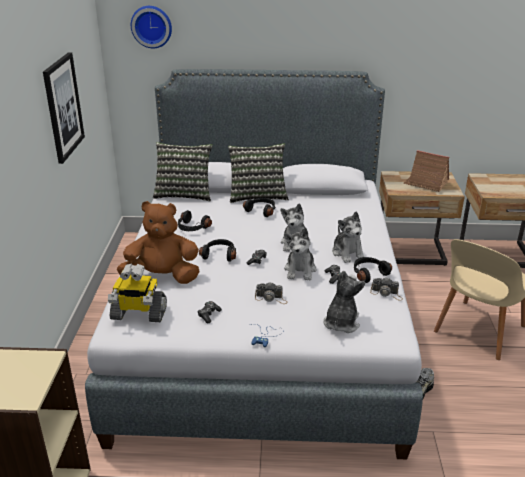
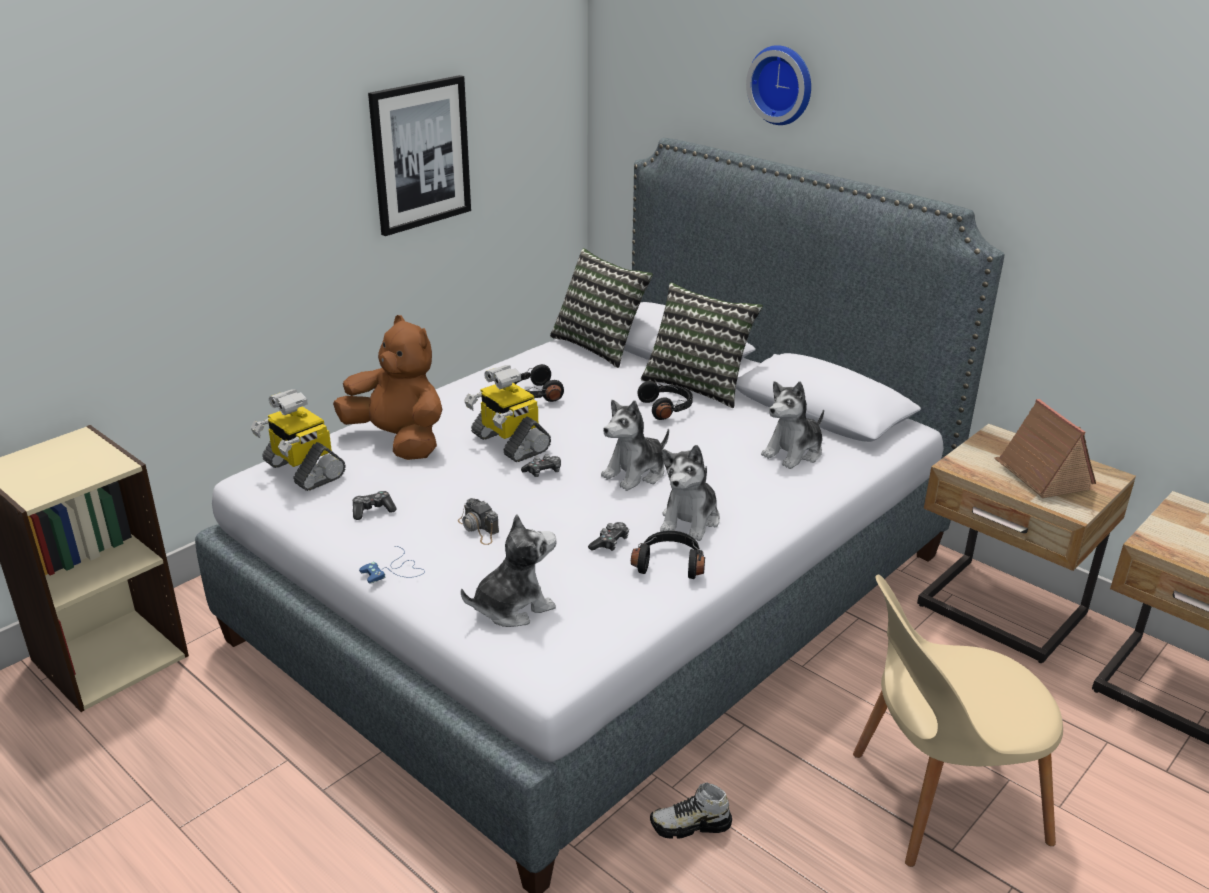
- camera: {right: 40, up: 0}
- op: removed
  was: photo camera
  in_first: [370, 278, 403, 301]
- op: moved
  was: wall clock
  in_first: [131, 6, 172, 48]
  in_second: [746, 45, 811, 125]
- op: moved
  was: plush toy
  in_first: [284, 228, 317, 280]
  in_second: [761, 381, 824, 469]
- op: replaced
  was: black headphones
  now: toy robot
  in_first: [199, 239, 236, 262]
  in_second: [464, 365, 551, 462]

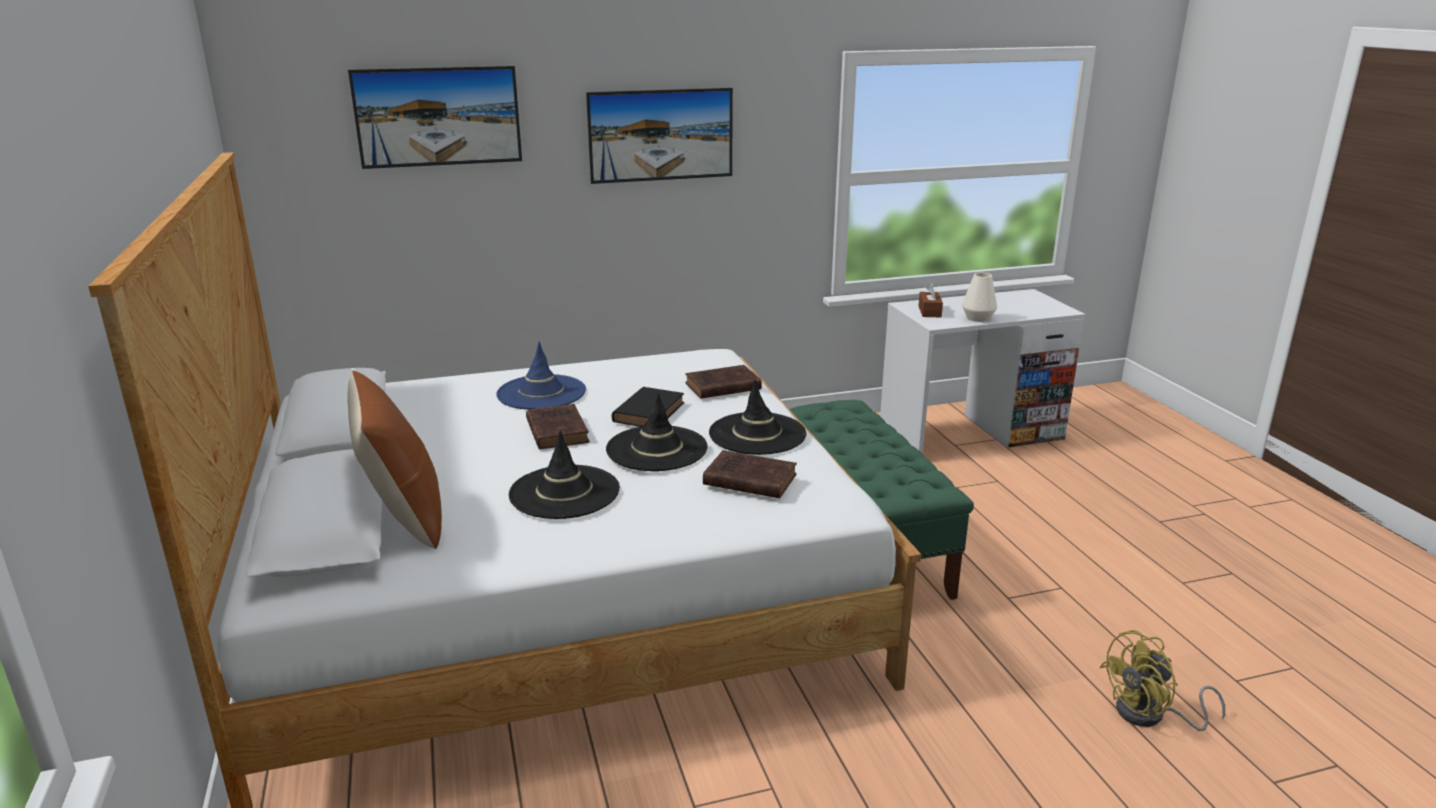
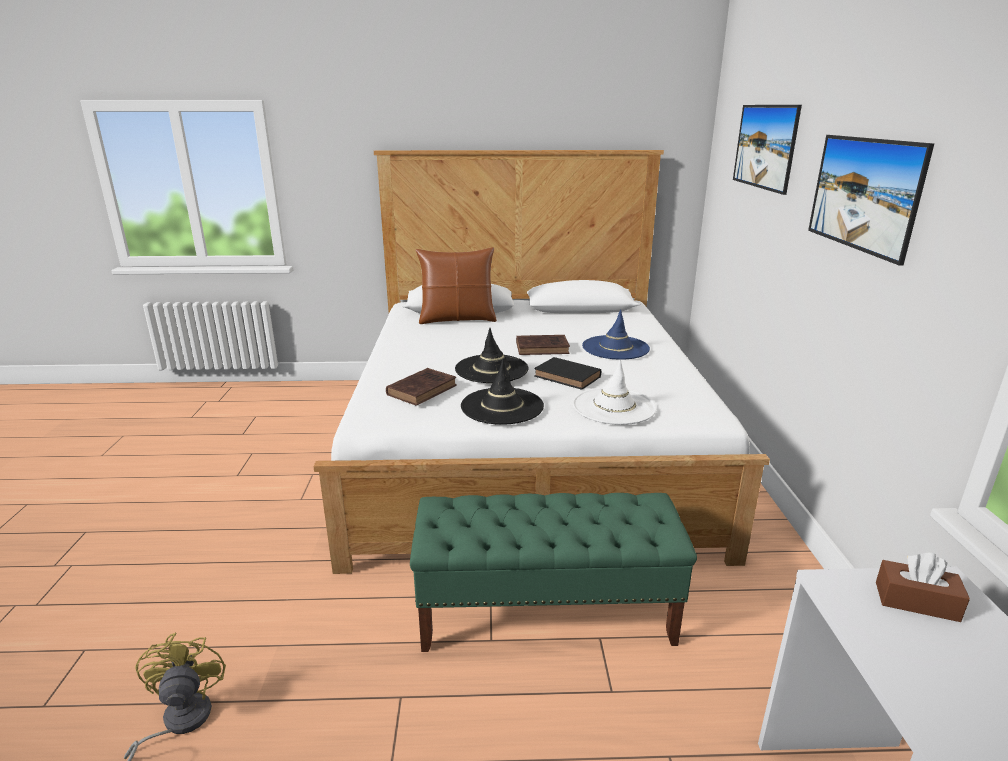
- camera: {right: 105, up: 0}
- op: removed
  was: black hat
  in_first: [509, 430, 620, 519]
- op: removed
  was: white vase
  in_first: [962, 273, 997, 322]
- op: replaced
  was: brown book
  now: white hat
  in_first: [685, 365, 762, 399]
  in_second: [573, 360, 657, 425]

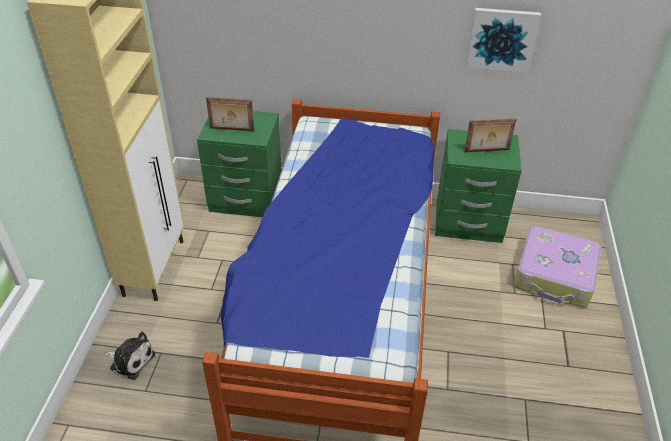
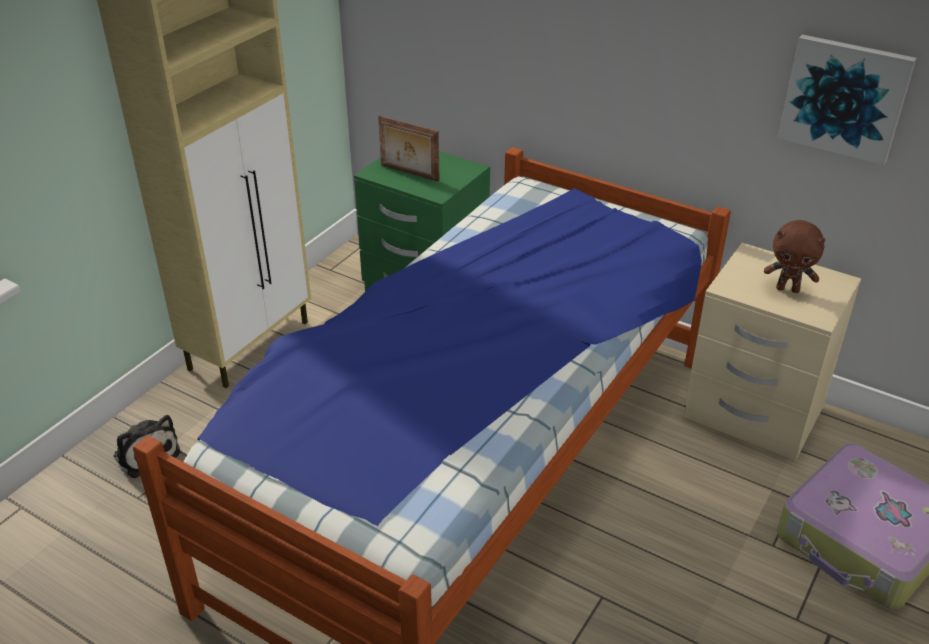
- camera: {right: 25, up: -5}
- op: replaced
  was: picture frame
  now: brown plush toy
  in_first: [464, 118, 516, 152]
  in_second: [764, 220, 826, 293]
- op: recoloured
  was: green nightstand
  now: beige nightstand
  in_first: [435, 129, 522, 243]
  in_second: [684, 243, 861, 461]

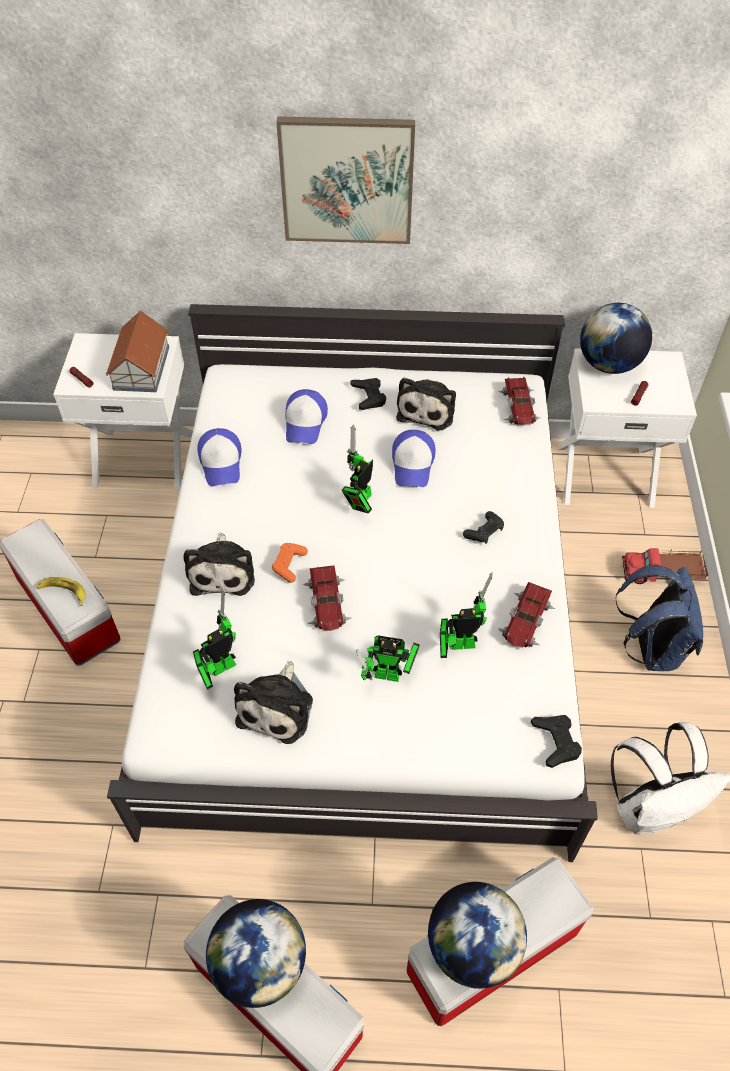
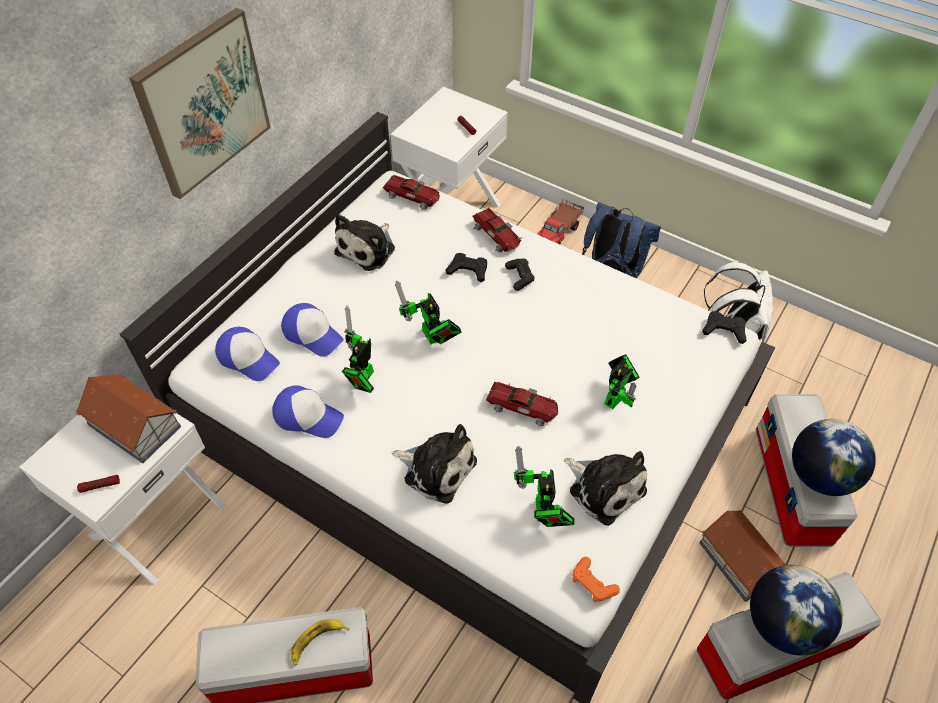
- camera: {right: -60, up: 0}
- op: removed
  was: globe
  in_first: [580, 303, 652, 374]
- op: added
  now: toy house
  in_second: [699, 510, 786, 602]
- op: moved
  was: orange game controller
  in_first: [272, 543, 308, 583]
  in_second: [572, 557, 620, 602]
- op: moved
  was: black game controller
  in_first: [351, 378, 386, 410]
  in_second: [445, 253, 487, 282]
- op: moved
  was: cap
  in_first: [392, 430, 436, 487]
  in_second: [215, 327, 280, 381]
- op: moved
  was: toy robot
  in_first: [440, 573, 493, 658]
  in_second: [342, 306, 374, 393]
- op: moved
  was: toy car
  in_first: [497, 582, 555, 648]
  in_second: [472, 208, 522, 253]
- op: turned
  was: plush toy
  in_first: [396, 377, 456, 430]
  in_second: [334, 214, 395, 271]
  clockwise: 75

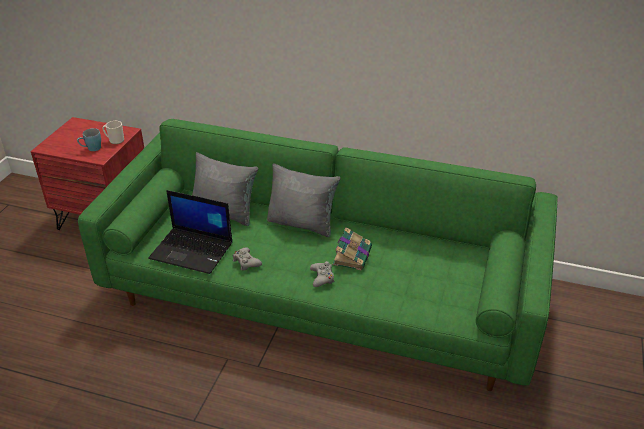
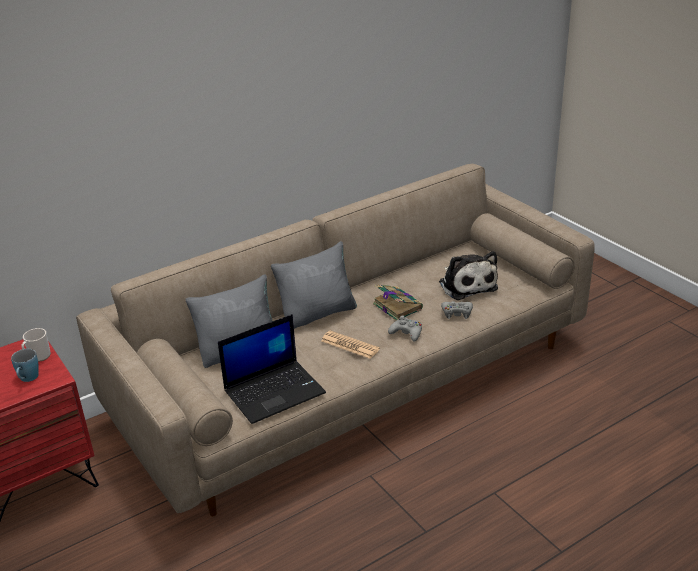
- camera: {right: -50, up: -5}
- op: added
  now: newspaper
  in_second: [321, 330, 380, 359]
- op: added
  now: plush toy
  in_second: [439, 251, 498, 300]
- op: moved
  was: grey game controller
  in_first: [233, 247, 262, 270]
  in_second: [441, 301, 473, 319]
- op: recoloured
  was: green sofa
  now: beige sofa
  in_first: [78, 119, 558, 391]
  in_second: [76, 164, 595, 516]

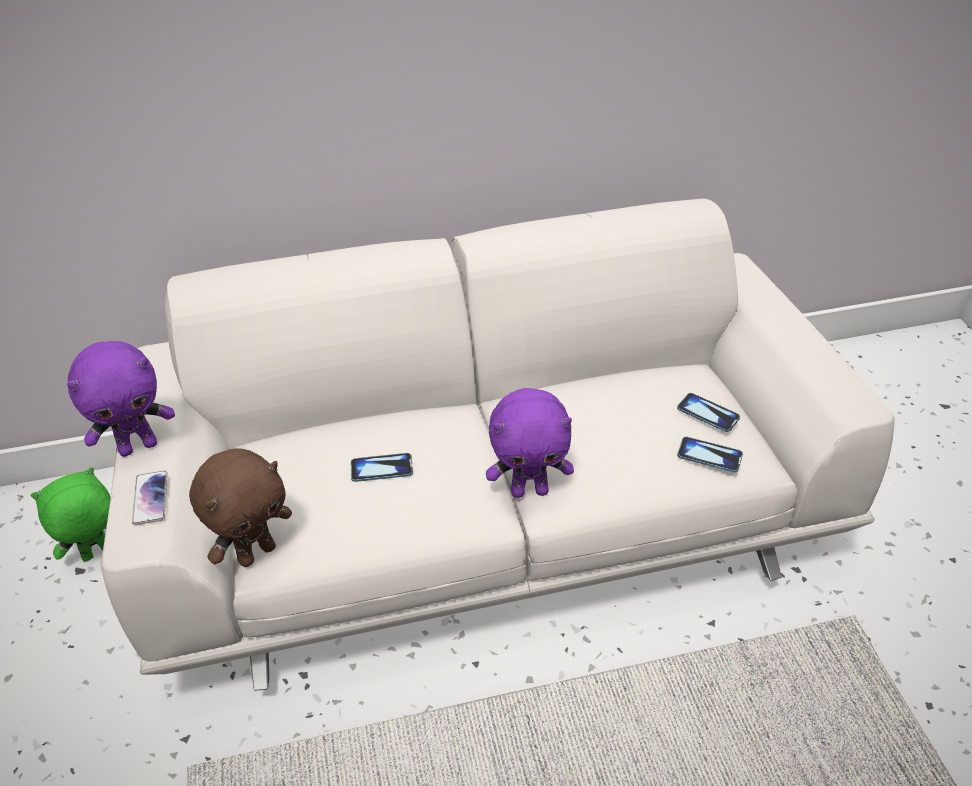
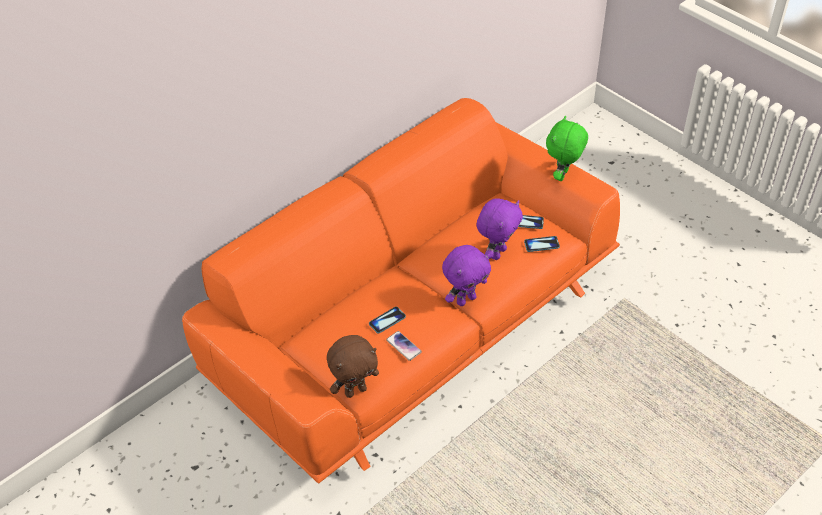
- camera: {right: -30, up: 5}
- op: moved
  was: green plush toy
  in_first: [30, 467, 111, 562]
  in_second: [546, 116, 588, 181]
- op: moved
  was: purple plush toy
  in_first: [67, 341, 175, 457]
  in_second: [476, 198, 523, 260]
- op: moved
  was: phone
  in_first: [132, 471, 167, 525]
  in_second: [386, 331, 422, 361]
- op: recoloured
  was: white sofa
  now: orange sofa
  in_first: [101, 199, 895, 691]
  in_second: [182, 98, 620, 483]
- op: turned
  was: brown plush toy
  in_first: [189, 448, 292, 567]
  in_second: [327, 335, 379, 398]
  clockwise: 45

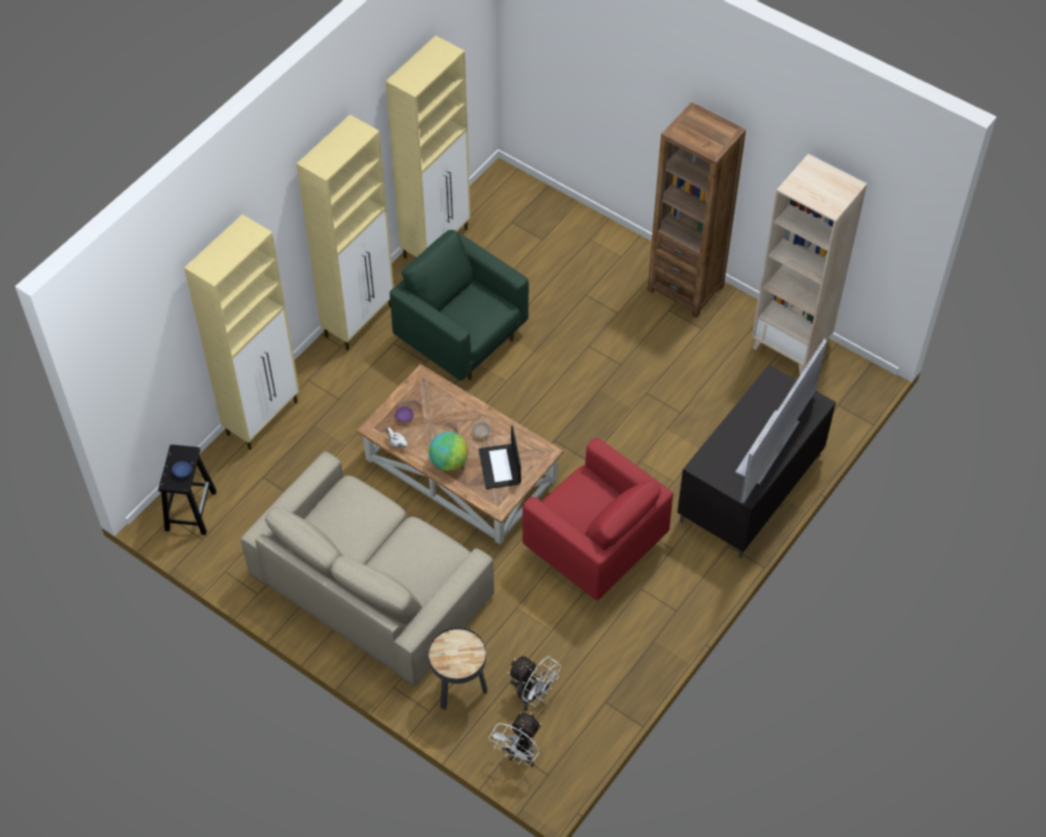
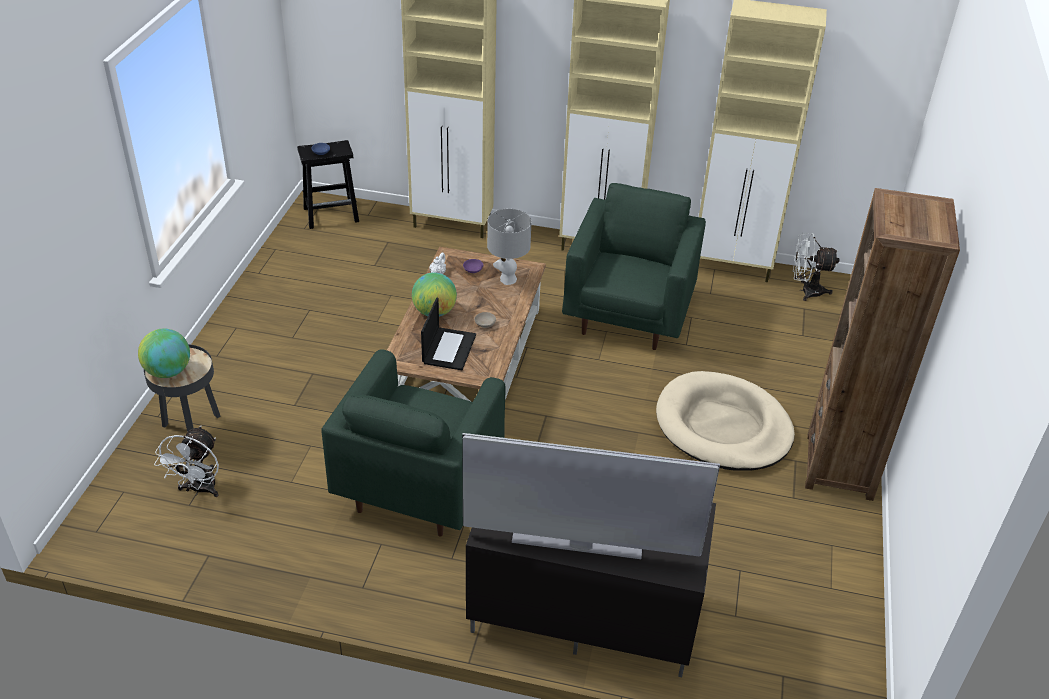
- camera: {right: 65, up: -15}
- op: removed
  was: beige sofa
  in_first: [240, 451, 494, 686]
- op: removed
  was: beige bookcase
  in_first: [752, 154, 867, 375]
- op: added
  now: globe
  in_second: [138, 328, 190, 378]
- op: added
  now: grey table lamp
  in_second: [487, 209, 532, 285]
- op: added
  now: beige dog bed
  in_second: [656, 371, 795, 471]
- op: moved
  was: white fan
  in_first: [489, 712, 541, 766]
  in_second: [793, 233, 839, 301]
- op: recoloured
  was: red armchair
  now: green armchair
  in_first: [522, 438, 673, 600]
  in_second: [321, 349, 505, 537]
- op: turned
  was: laptop
  in_first: [479, 425, 521, 489]
  in_second: [421, 298, 476, 370]
  clockwise: 135

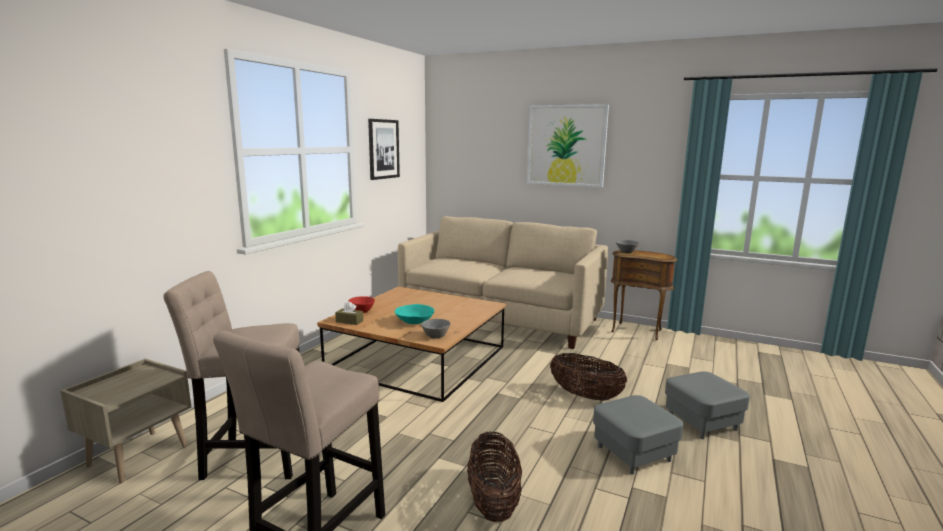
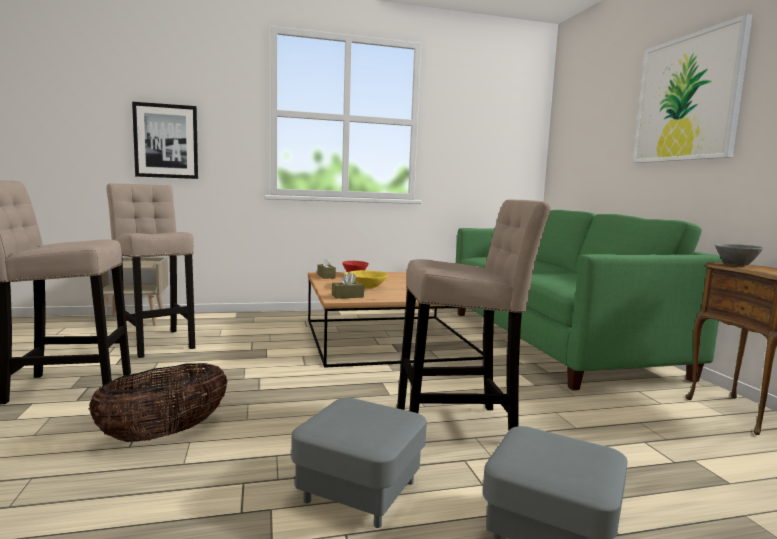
- camera: {right: 50, up: -5}
- op: moved
  was: picture
  in_first: [368, 119, 400, 180]
  in_second: [132, 102, 198, 179]
- op: replaced
  was: grey bowl
  now: brown tissue box
  in_first: [421, 319, 450, 339]
  in_second: [332, 272, 364, 299]
- op: replaced
  was: basket
  now: beige stool
  in_first: [550, 353, 627, 401]
  in_second: [397, 199, 550, 431]
- op: recoloured
  was: turquoise bowl
  now: yellow bowl
  in_first: [395, 304, 434, 324]
  in_second: [344, 270, 388, 288]
- op: recoloured
  was: beige sofa
  now: green sofa
  in_first: [398, 216, 608, 349]
  in_second: [456, 210, 724, 390]

